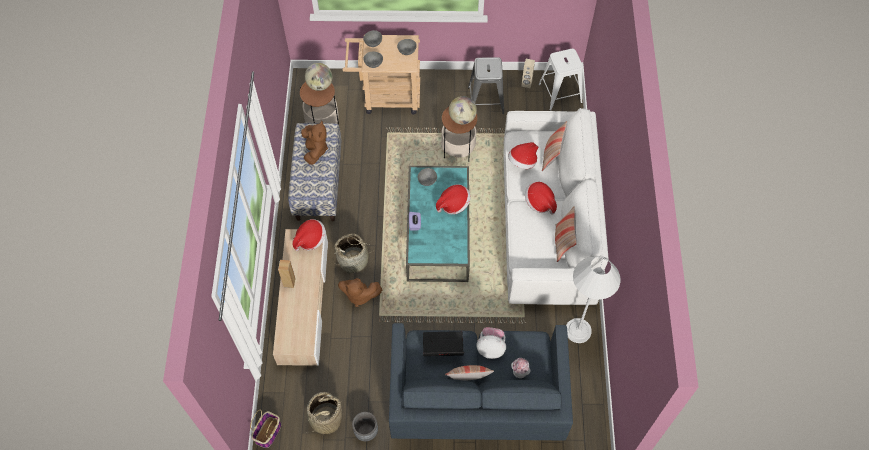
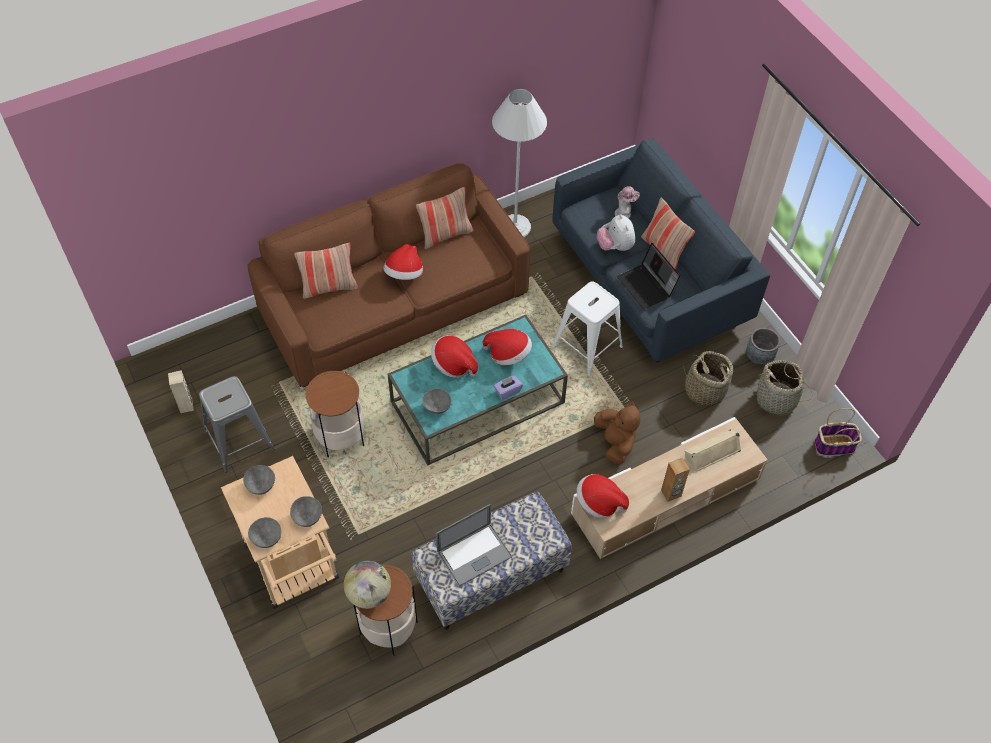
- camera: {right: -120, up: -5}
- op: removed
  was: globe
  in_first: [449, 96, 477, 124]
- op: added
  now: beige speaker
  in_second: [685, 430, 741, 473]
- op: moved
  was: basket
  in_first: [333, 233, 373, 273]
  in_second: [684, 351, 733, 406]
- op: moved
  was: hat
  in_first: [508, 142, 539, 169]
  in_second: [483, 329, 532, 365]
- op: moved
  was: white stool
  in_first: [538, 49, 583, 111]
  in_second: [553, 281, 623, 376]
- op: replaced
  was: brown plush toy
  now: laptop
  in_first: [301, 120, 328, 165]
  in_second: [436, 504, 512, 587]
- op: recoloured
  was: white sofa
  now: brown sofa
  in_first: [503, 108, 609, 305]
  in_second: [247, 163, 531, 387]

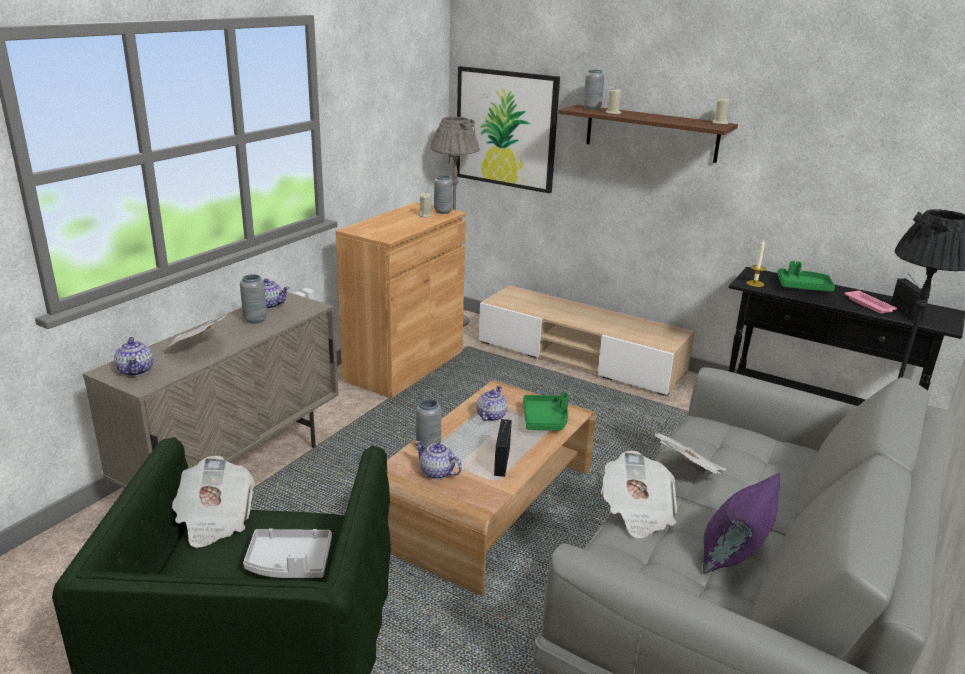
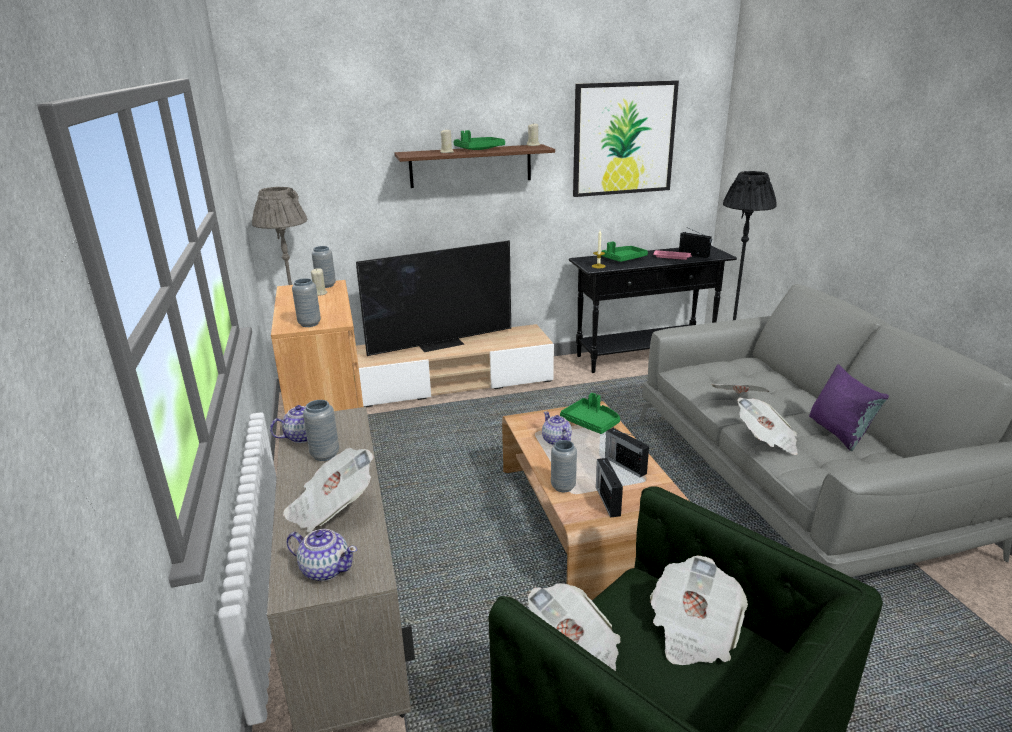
- camera: {right: -45, up: 0}
- op: added
  now: television
  in_second: [356, 240, 511, 356]
- op: added
  now: green tray
  in_second: [453, 130, 505, 150]
- op: moved
  was: picture
  in_first: [456, 66, 560, 193]
  in_second: [573, 80, 679, 197]
- op: moved
  was: grey vase
  in_first: [583, 70, 605, 110]
  in_second: [292, 278, 321, 327]
- op: replaced
  was: grey tray
  now: newspaper
  in_first: [243, 529, 332, 578]
  in_second: [650, 556, 748, 665]
- op: replaced
  was: teapot
  now: radio
  in_first: [415, 441, 462, 479]
  in_second: [596, 458, 623, 518]

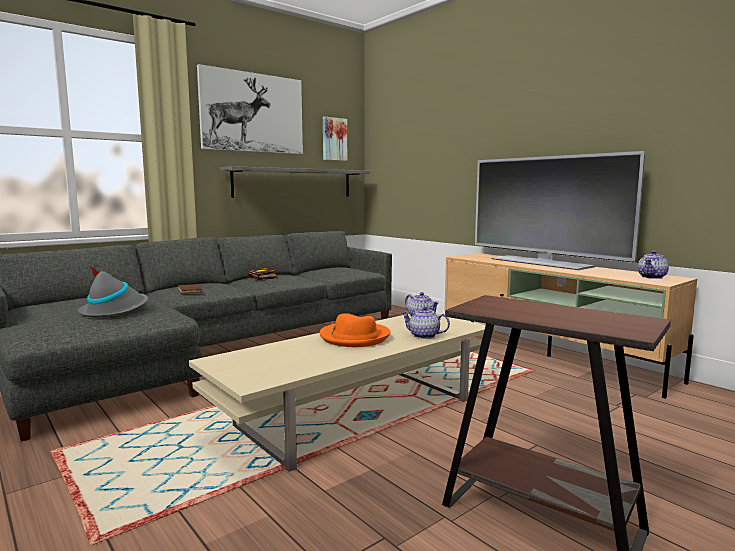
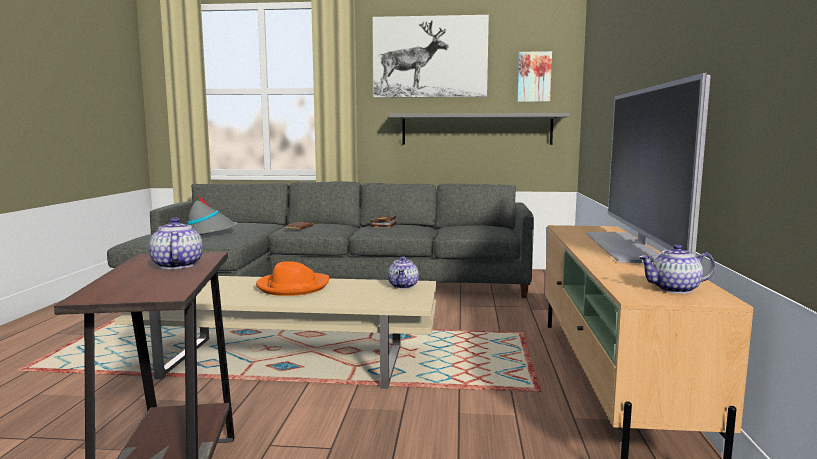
- camera: {right: 45, up: 0}
- op: moved
  was: teapot
  in_first: [401, 307, 450, 339]
  in_second: [149, 217, 203, 269]

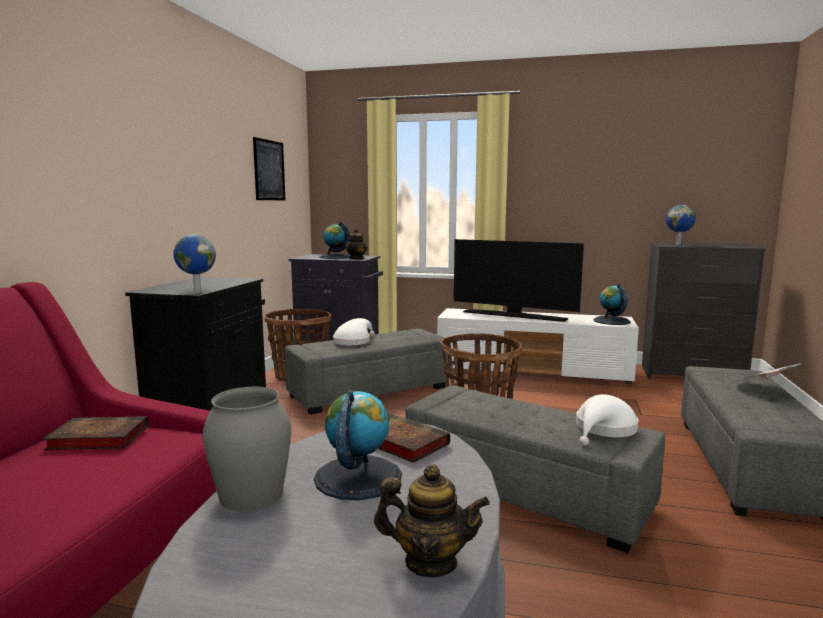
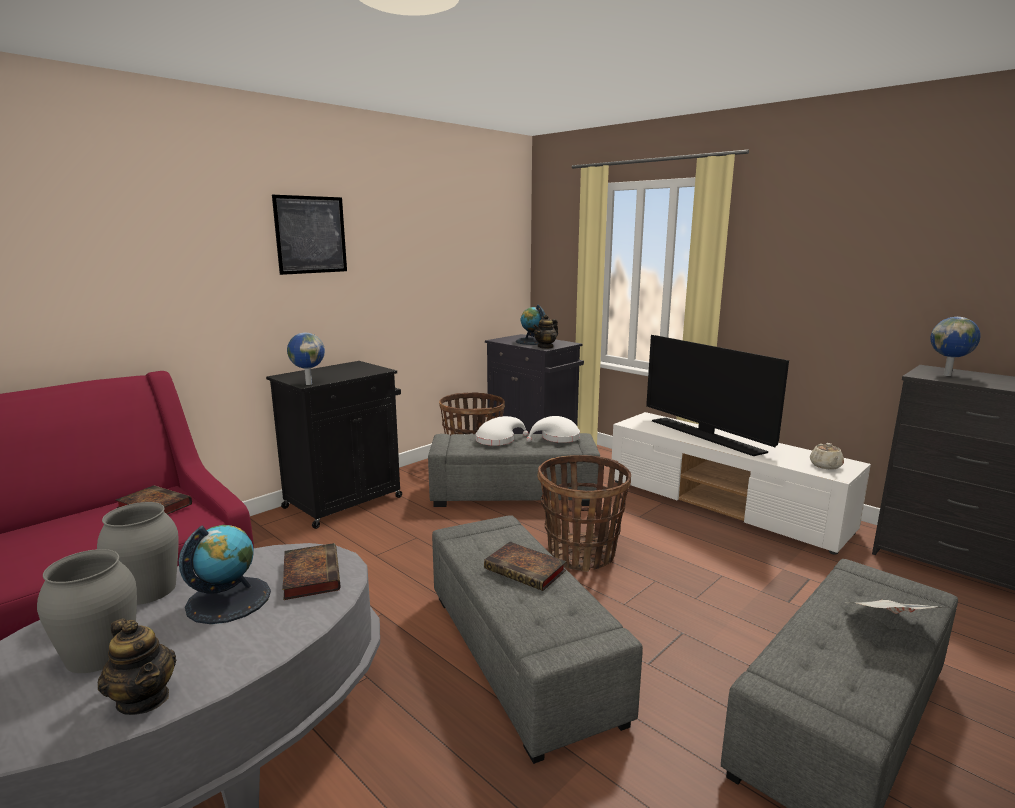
- camera: {right: 30, up: 5}
- op: added
  now: grey vase
  in_second: [37, 549, 137, 673]
- op: added
  now: book
  in_second: [484, 542, 567, 591]
- op: moved
  was: picture
  in_first: [253, 137, 285, 200]
  in_second: [272, 195, 347, 275]
- op: moved
  was: white hat
  in_first: [576, 394, 639, 446]
  in_second: [526, 416, 580, 443]
- op: replaced
  was: globe
  now: beige teapot
  in_first: [593, 283, 631, 325]
  in_second: [810, 443, 844, 470]

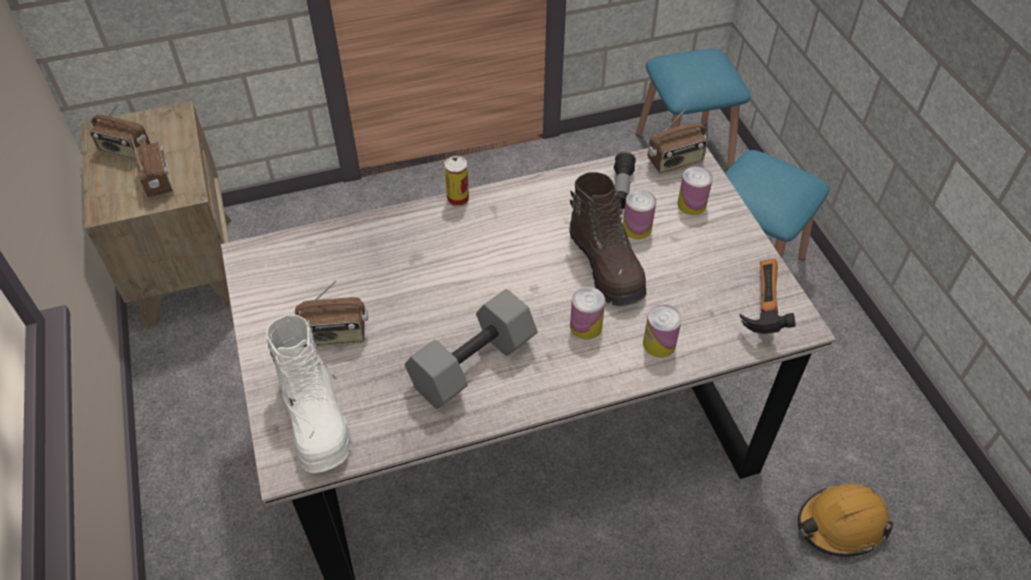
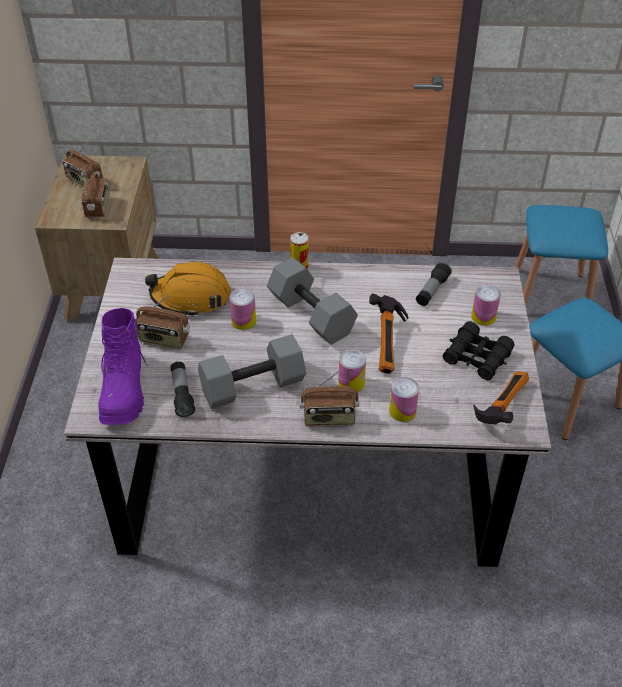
- camera: {right: 20, up: -5}
- op: added
  now: flashlight
  in_second: [170, 362, 195, 417]
- op: added
  now: grey dumbbell
  in_second: [267, 257, 358, 345]
- op: added
  now: black binoculars
  in_second: [443, 321, 515, 380]
- op: moved
  was: can
  in_first: [623, 190, 656, 239]
  in_second: [229, 289, 256, 330]
- op: moved
  was: radio
  in_first: [647, 107, 707, 174]
  in_second: [300, 371, 359, 427]
- op: moved
  was: orange hard hat
  in_first: [798, 484, 893, 557]
  in_second: [145, 262, 231, 317]
- op: replaced
  was: brown boot
  now: hammer
  in_first: [569, 172, 647, 306]
  in_second: [369, 293, 409, 374]
- op: recoloured
  was: white boot
  now: purple boot
  in_first: [266, 315, 351, 473]
  in_second: [98, 308, 148, 425]

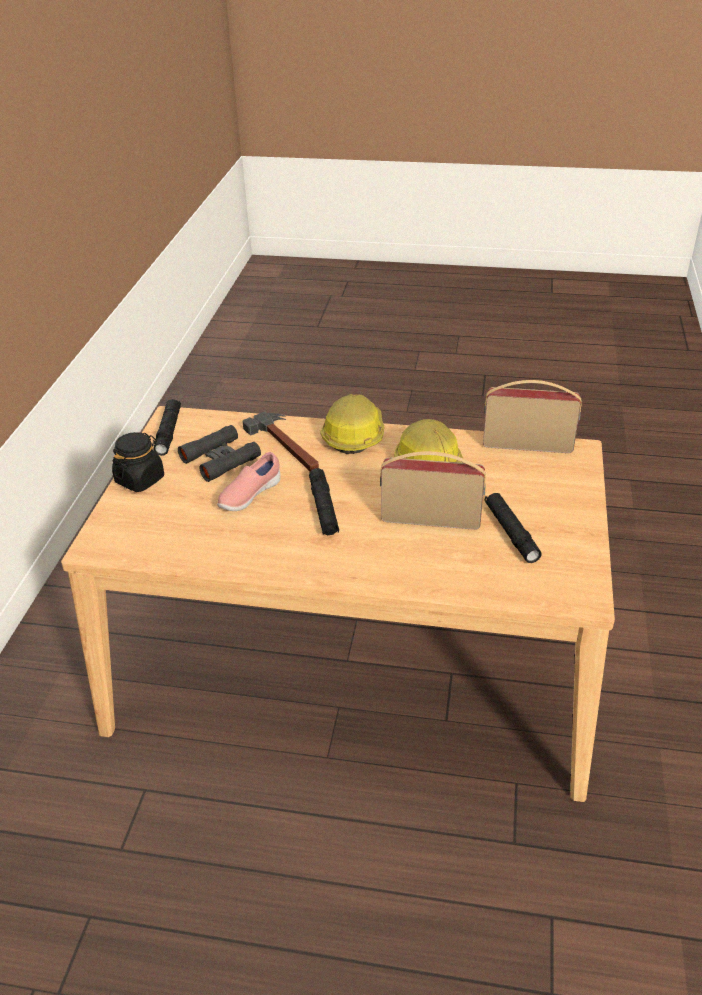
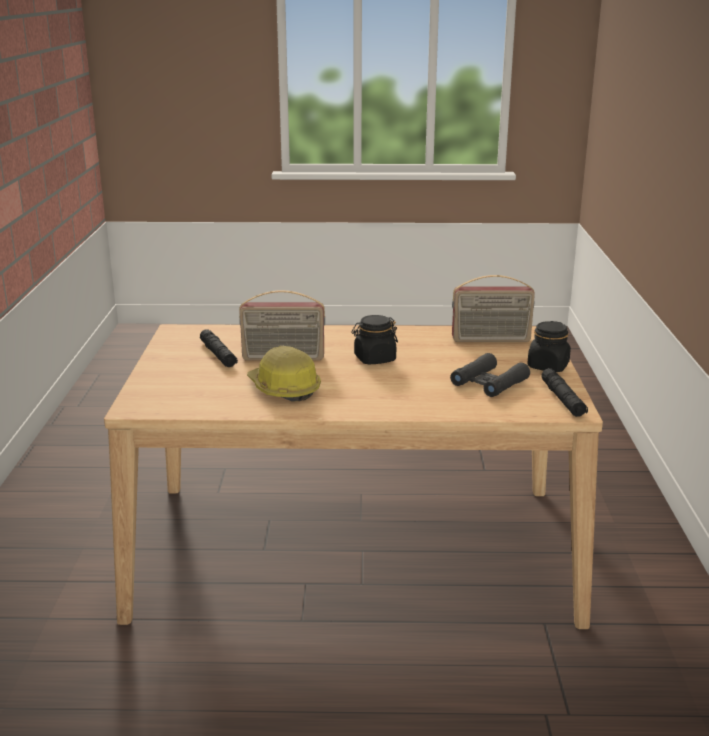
- camera: {right: 170, up: -15}
- op: removed
  was: pink shoe
  in_first: [217, 452, 281, 511]
- op: removed
  was: hammer
  in_first: [243, 412, 319, 471]
- op: removed
  was: hard hat
  in_first: [320, 394, 384, 454]
- op: moved
  was: radio
  in_first: [483, 380, 582, 453]
  in_second: [452, 275, 535, 342]
- op: replaced
  was: black flashlight
  now: black jar
  in_first: [309, 468, 339, 535]
  in_second: [351, 315, 398, 364]

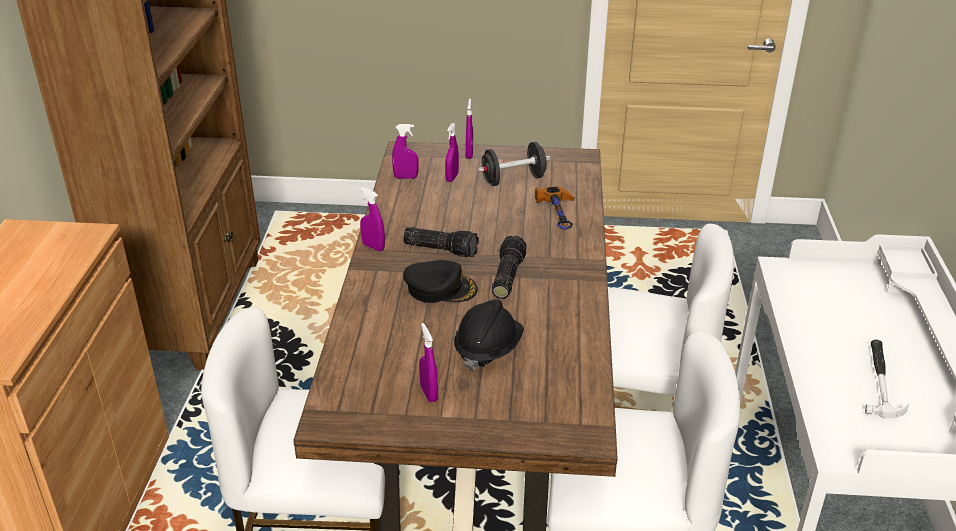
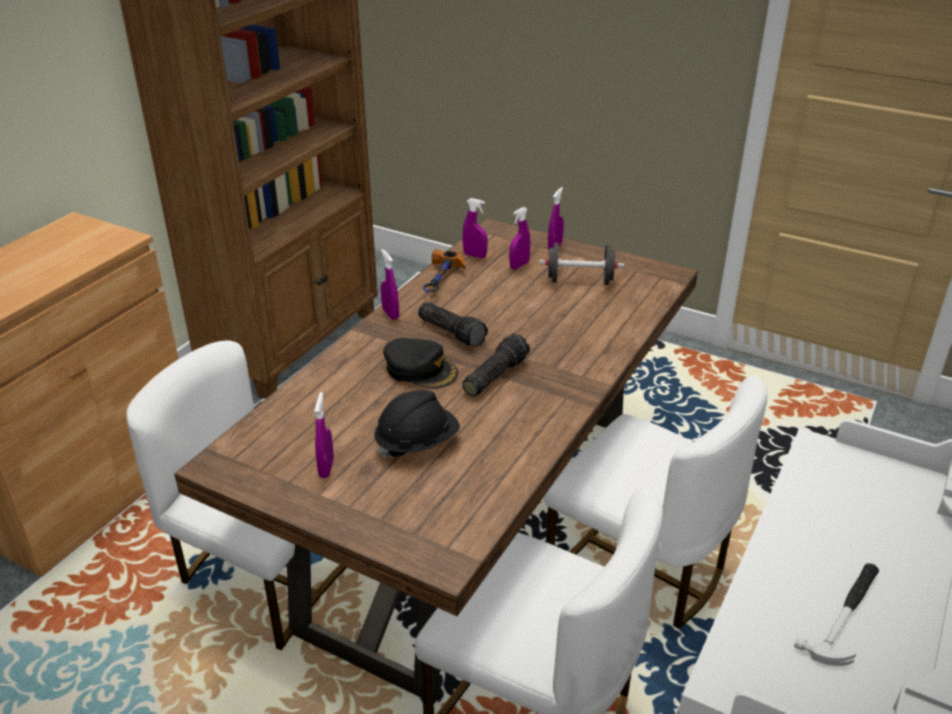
- camera: {right: 25, up: 0}
- op: moved
  was: hammer
  in_first: [535, 187, 574, 230]
  in_second: [423, 249, 466, 292]

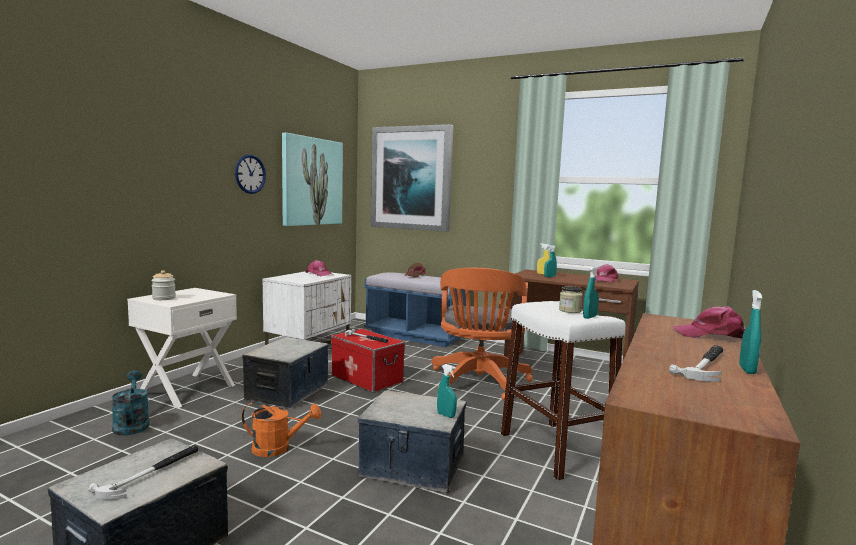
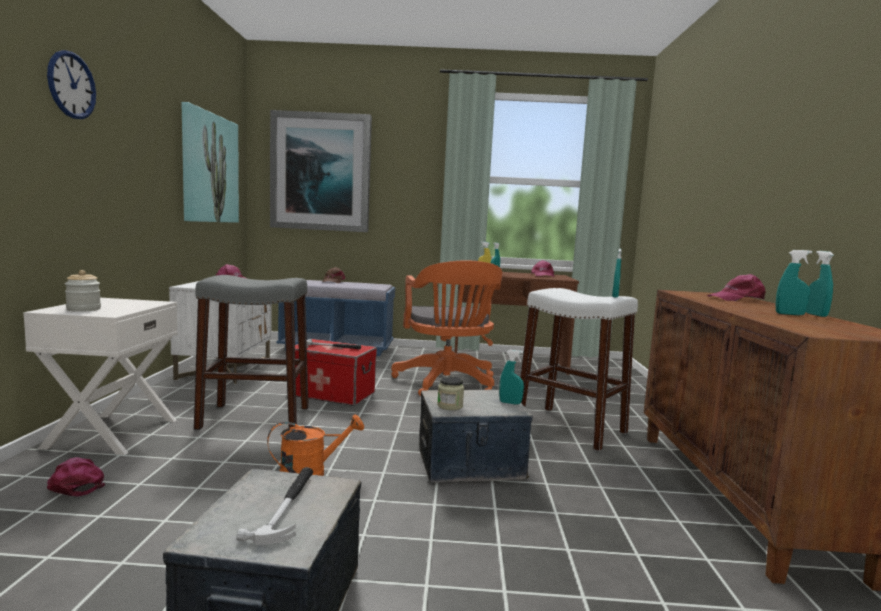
- camera: {right: -25, up: 0}
- op: moved
  was: wall clock
  in_first: [235, 154, 266, 194]
  in_second: [47, 50, 96, 119]
- op: moved
  was: jar
  in_first: [559, 286, 583, 313]
  in_second: [437, 377, 464, 410]
- op: replaced
  was: turquoise watering can
  now: pink cap
  in_first: [111, 371, 150, 435]
  in_second: [47, 457, 105, 497]
- op: replaced
  was: storage box
  now: grey stool
  in_first: [242, 337, 329, 408]
  in_second: [194, 275, 309, 430]
- op: replaced
  was: hammer
  now: turquoise spray bottle
  in_first: [669, 345, 723, 382]
  in_second: [776, 250, 812, 315]

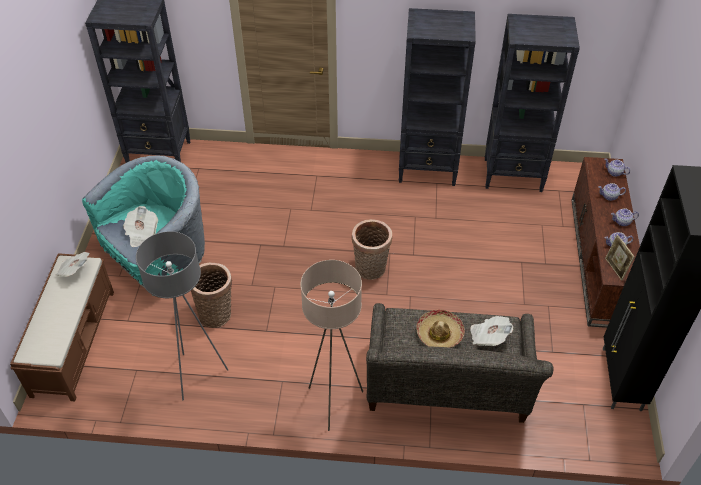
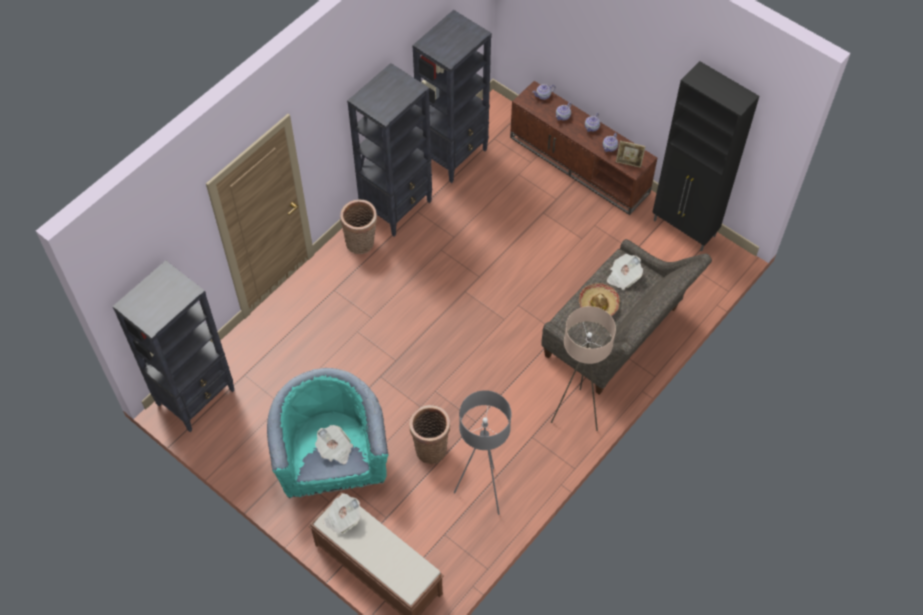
- camera: {right: -55, up: 10}
- op: moved
  was: basket
  in_first: [352, 219, 392, 280]
  in_second: [340, 200, 377, 254]

